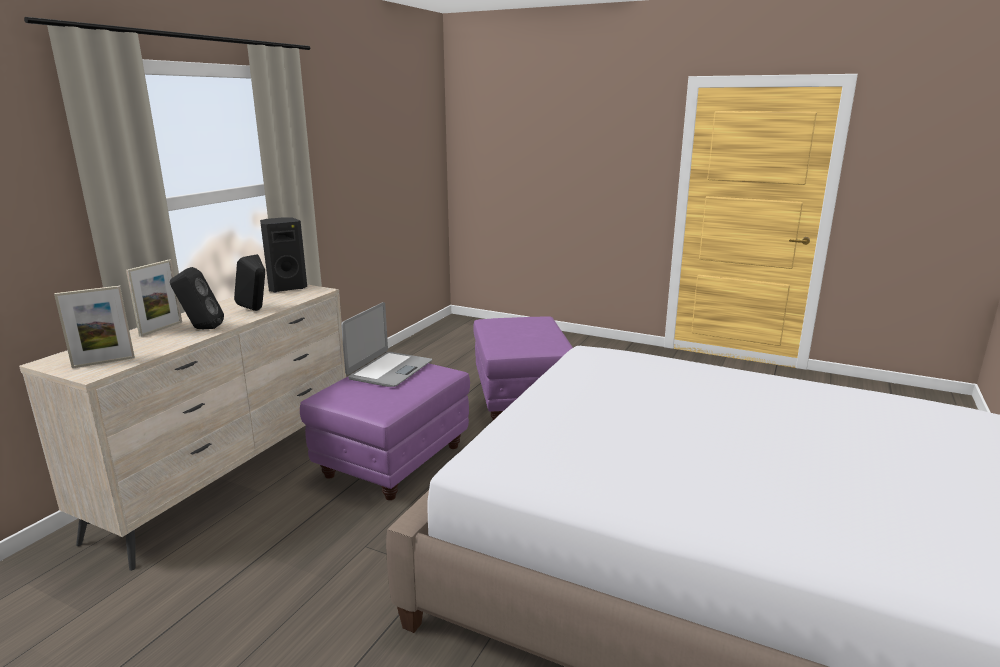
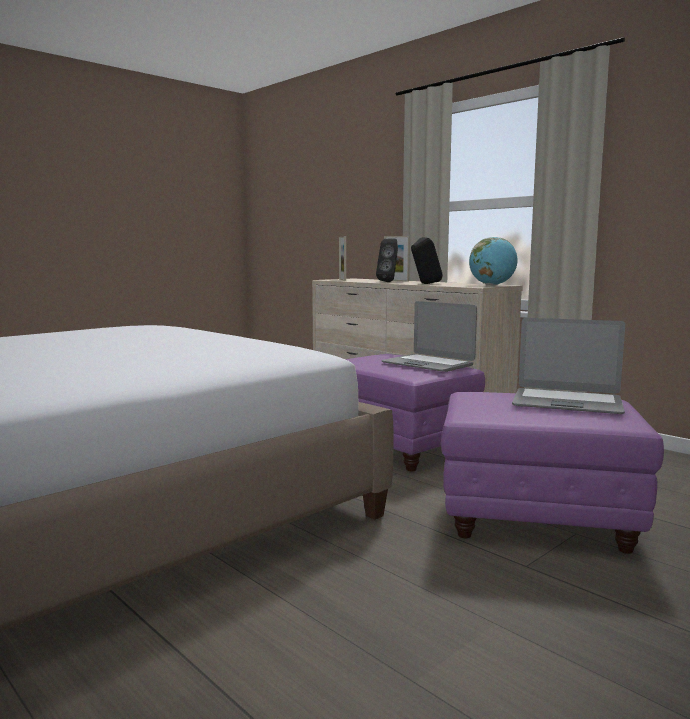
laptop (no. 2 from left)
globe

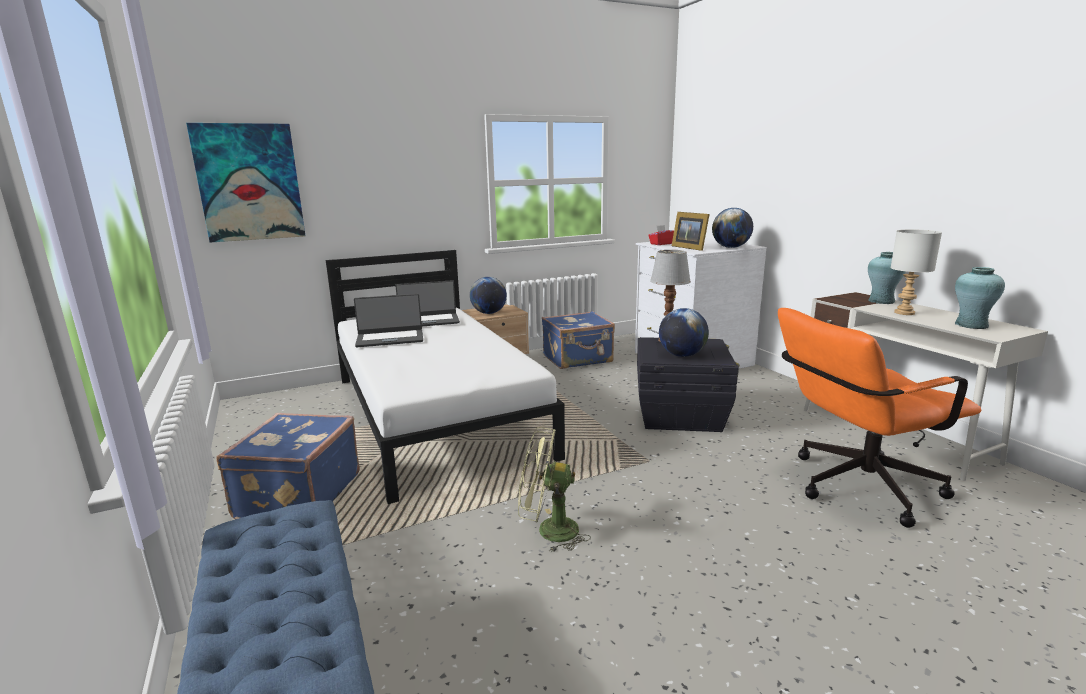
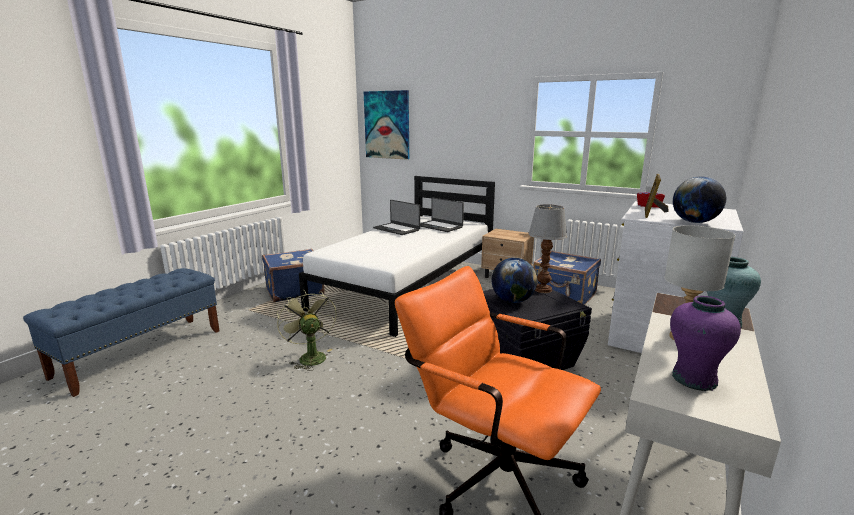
globe (no. 1 from left in the first image)
purple vase

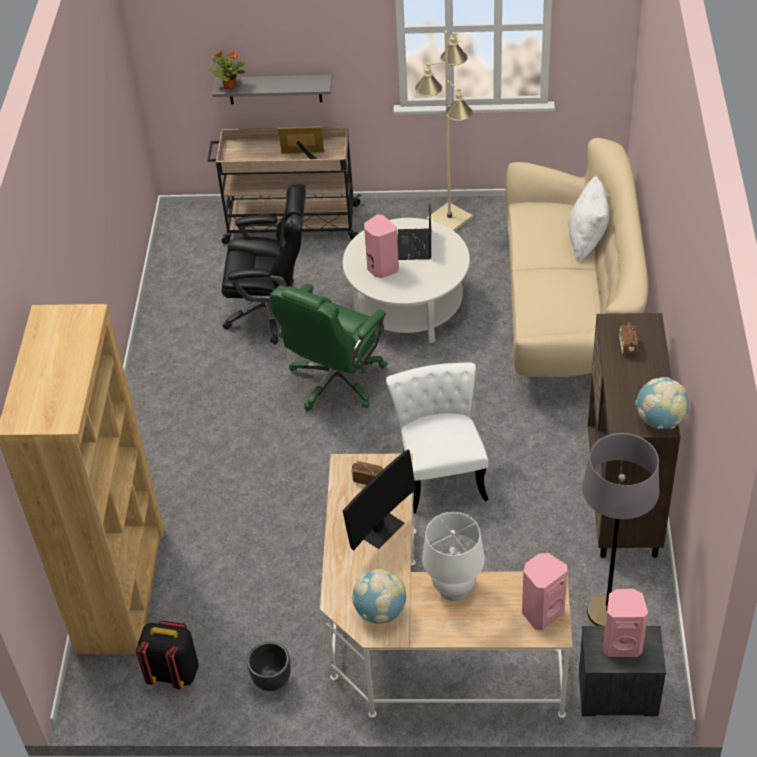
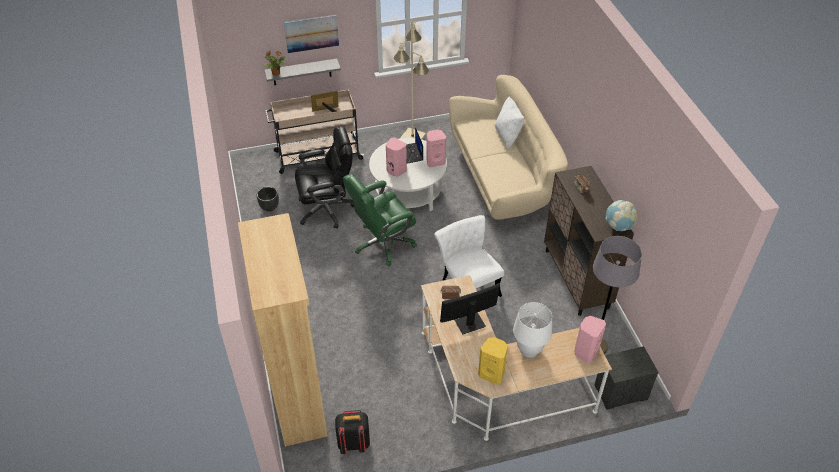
picture
black planter
pink speaker (no. 2 from left)
yellow speaker
green office chair
monitor

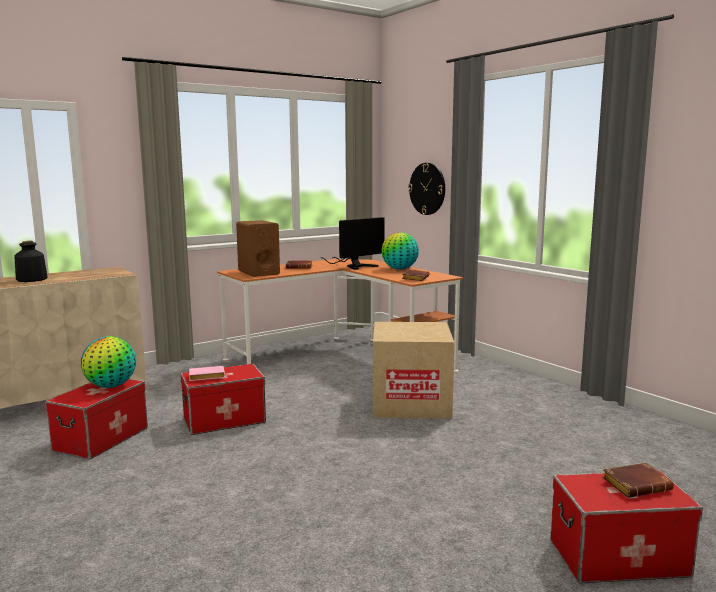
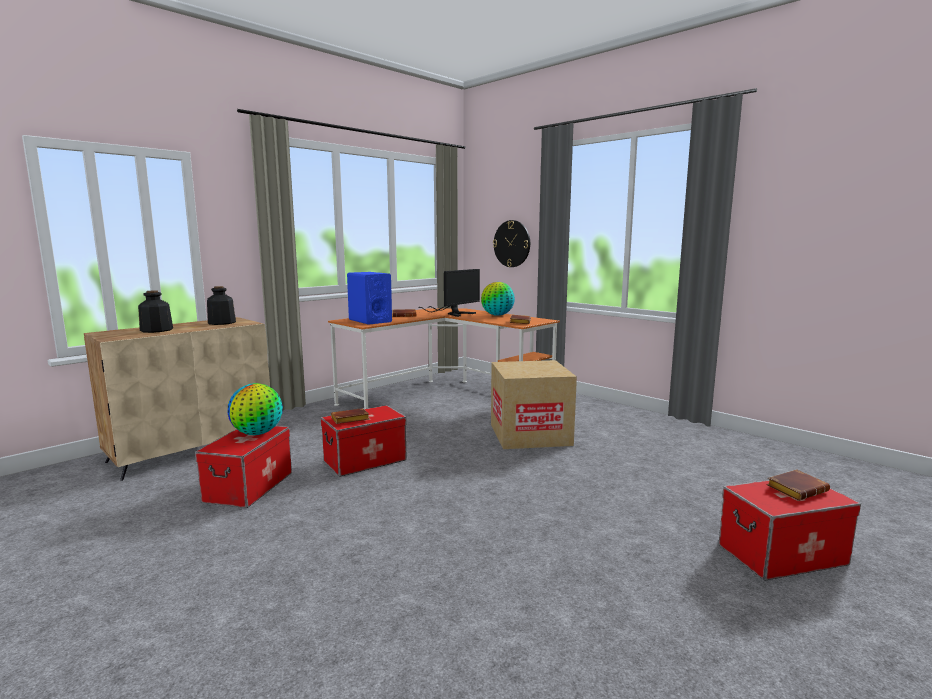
bottle (no. 2 from left)
brown book (no. 1 from left)
blue speaker

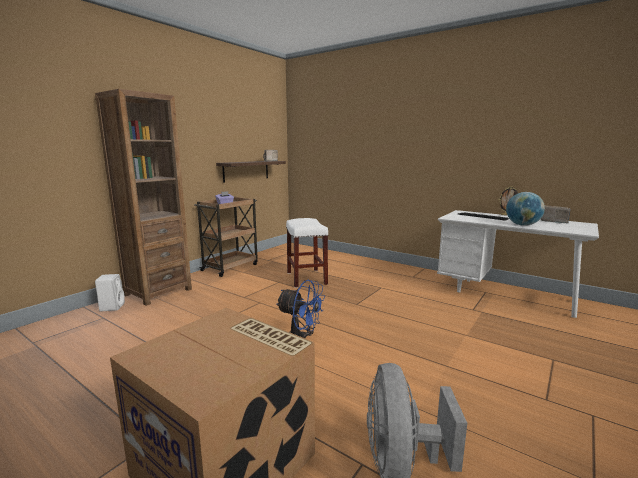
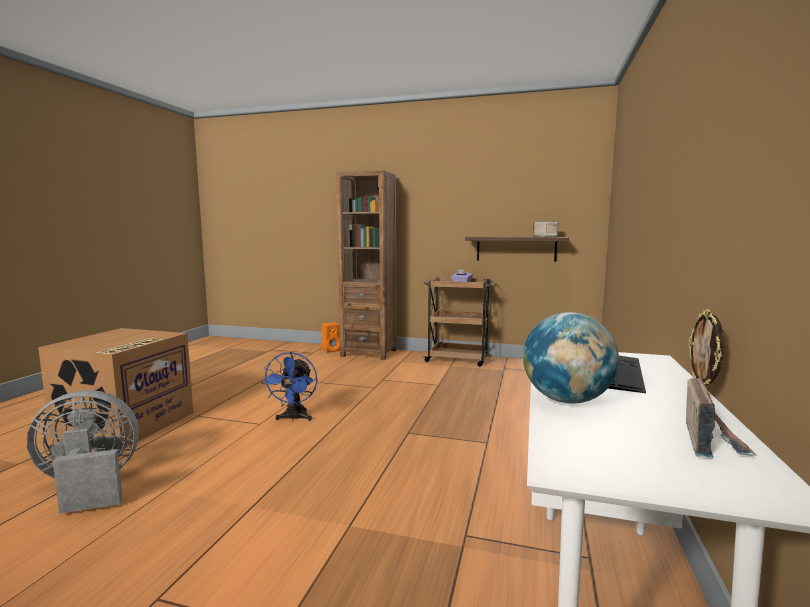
white stool
orange speaker

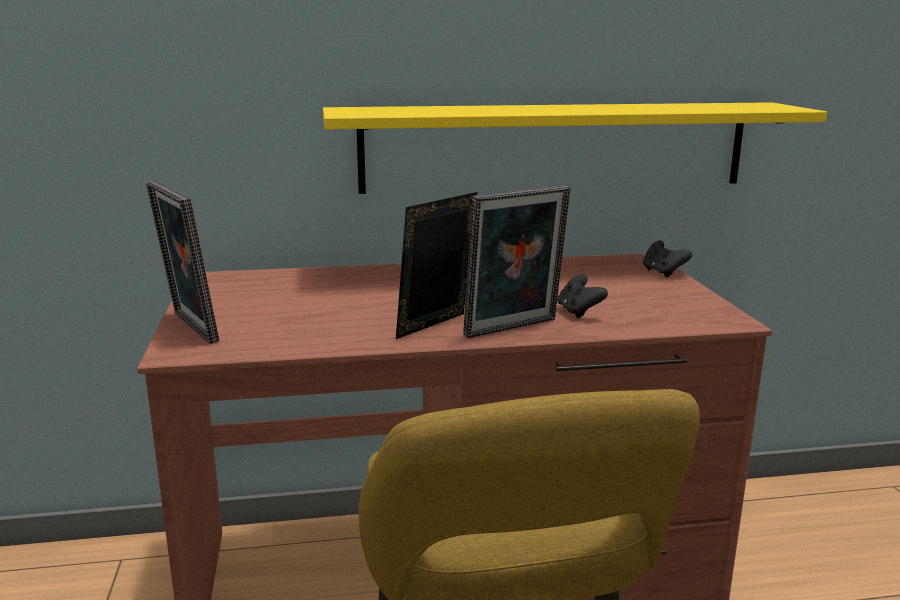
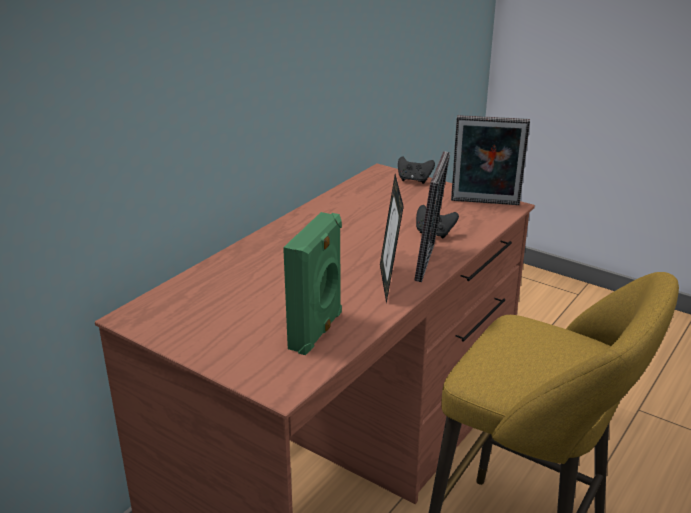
yellow shelf
green speaker
picture frame (no. 3 from left)

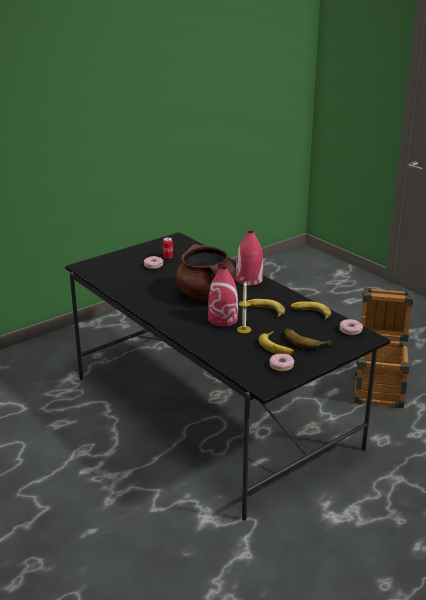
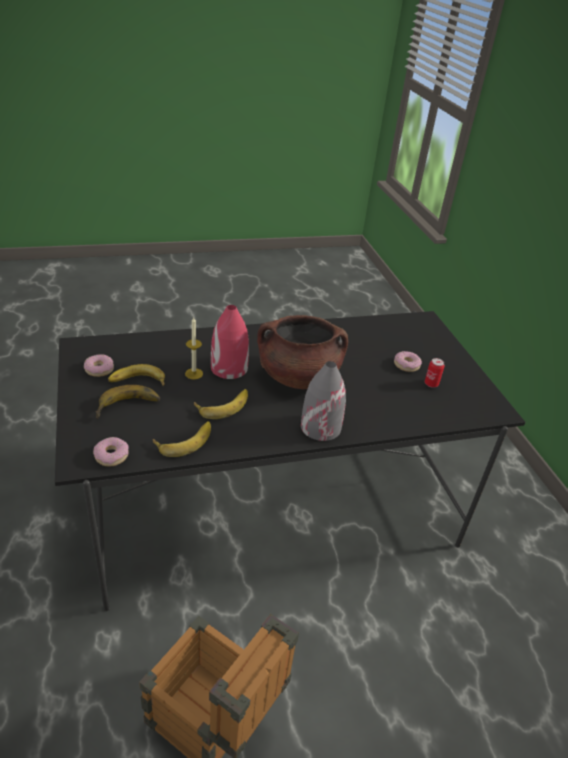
grey vase

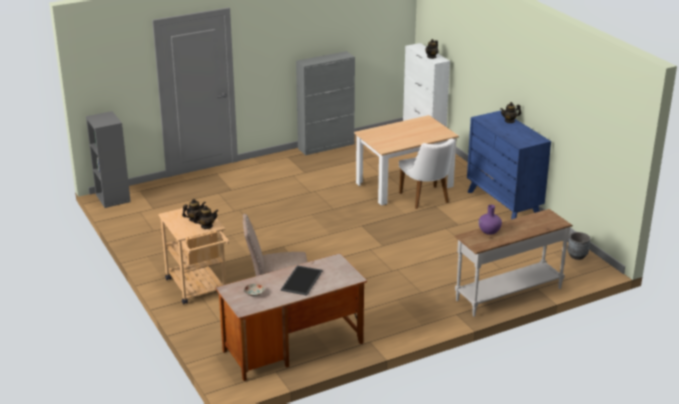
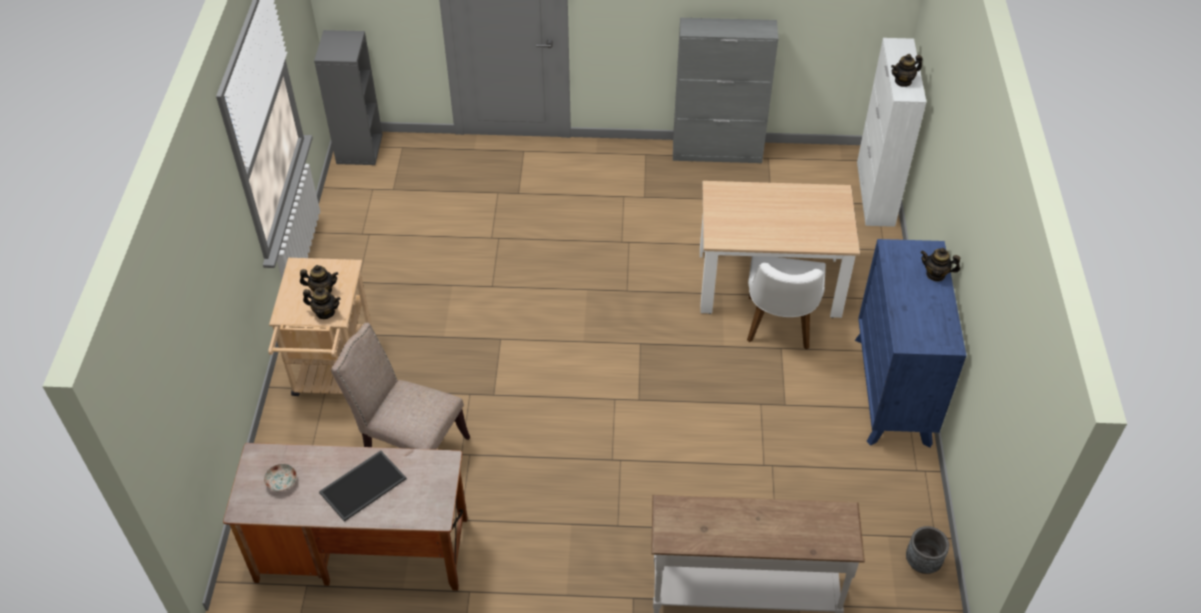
purple vase

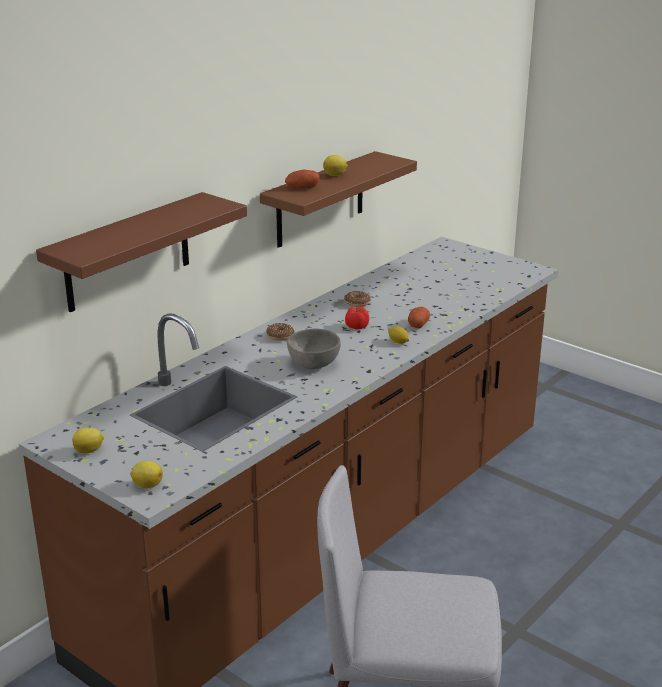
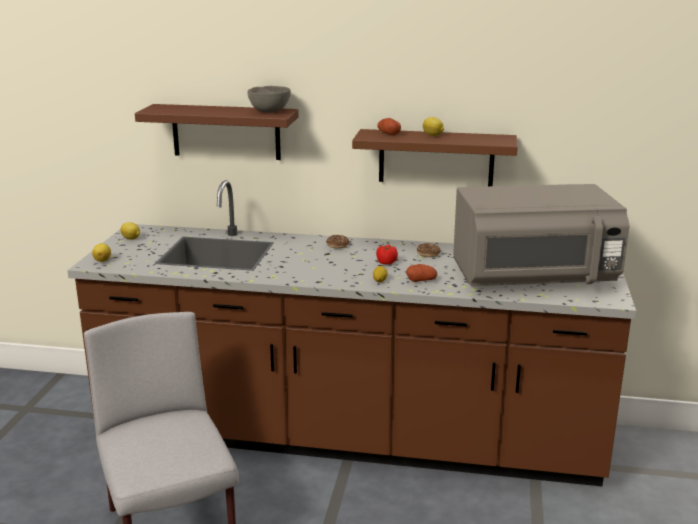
grey microwave
grey bowl

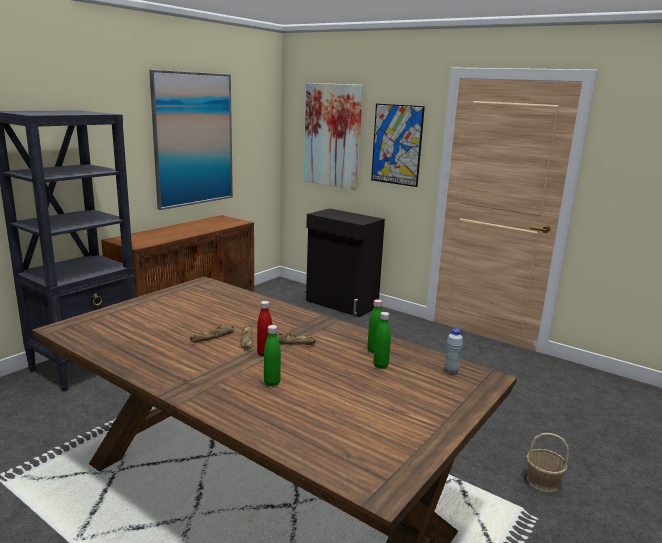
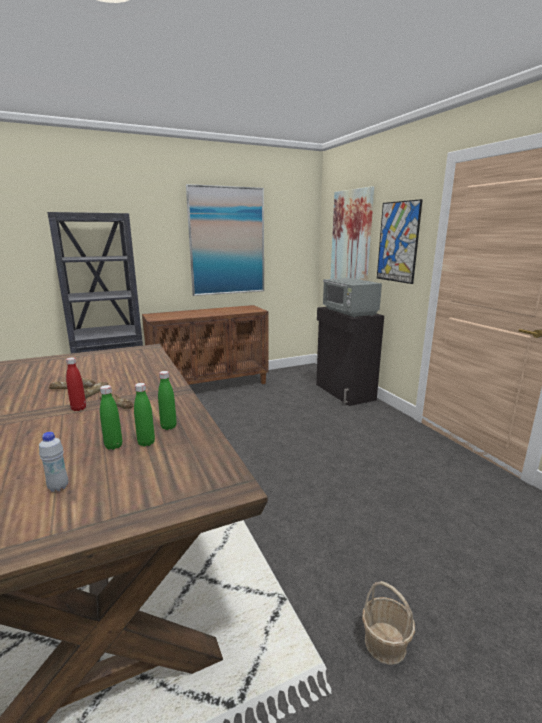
grey microwave
green bottle (no. 1 from left)
white bottle

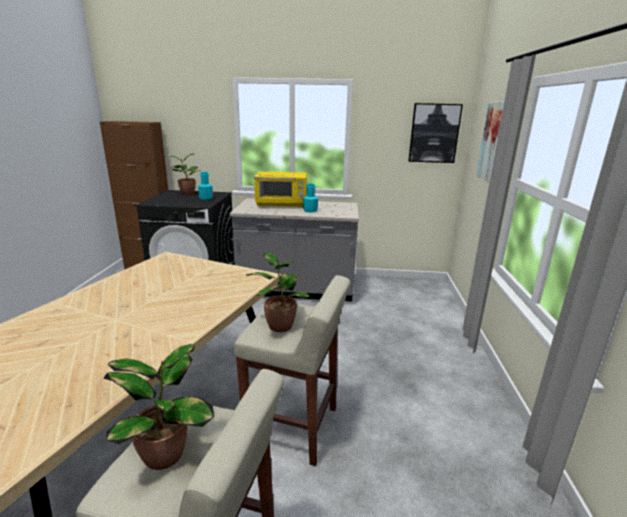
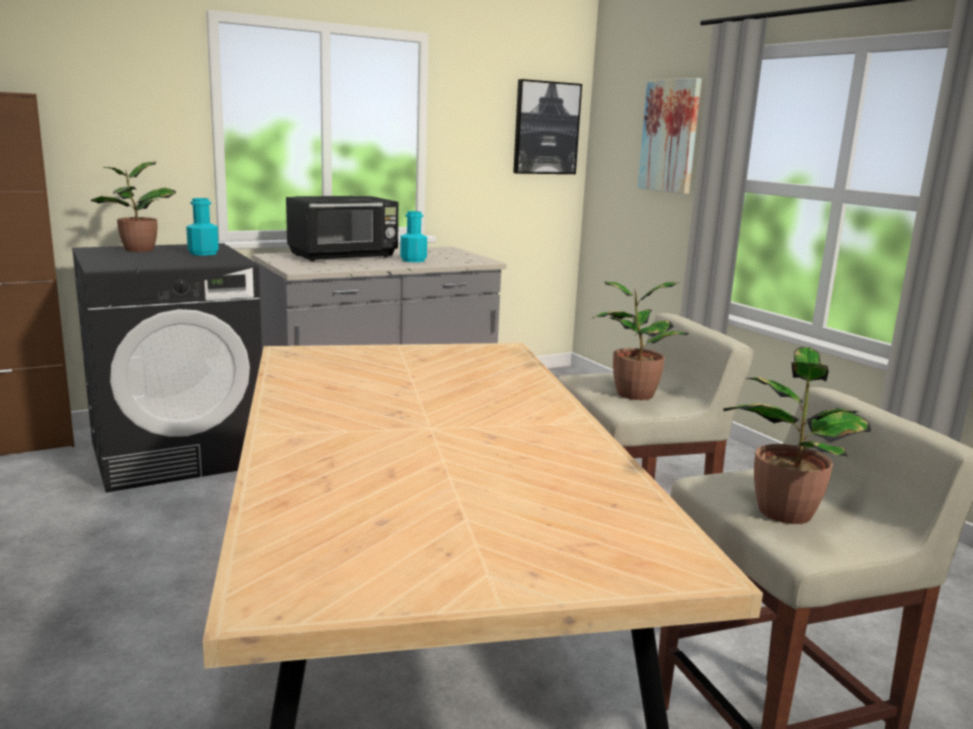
black microwave

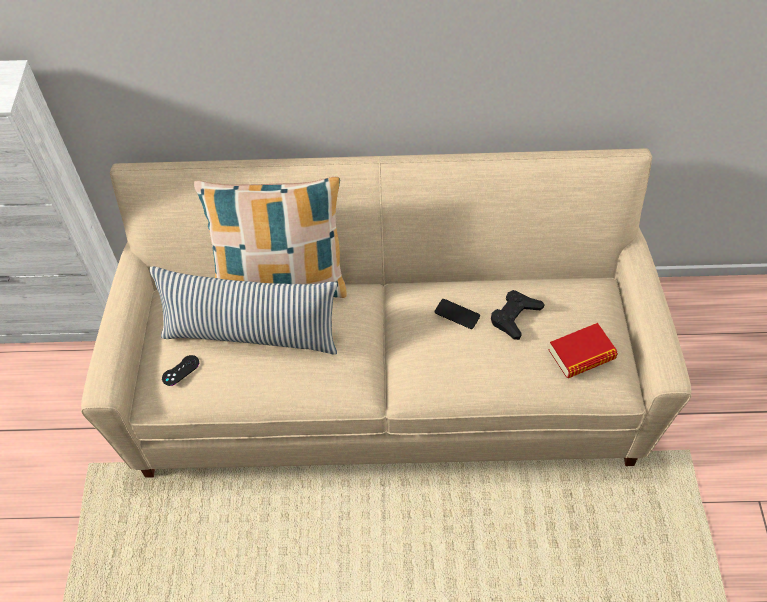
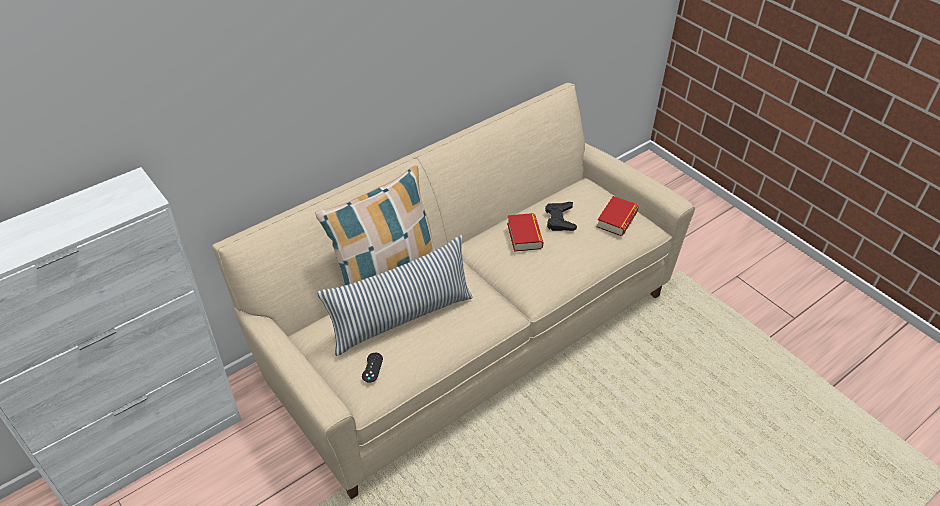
book (no. 1 from left)

